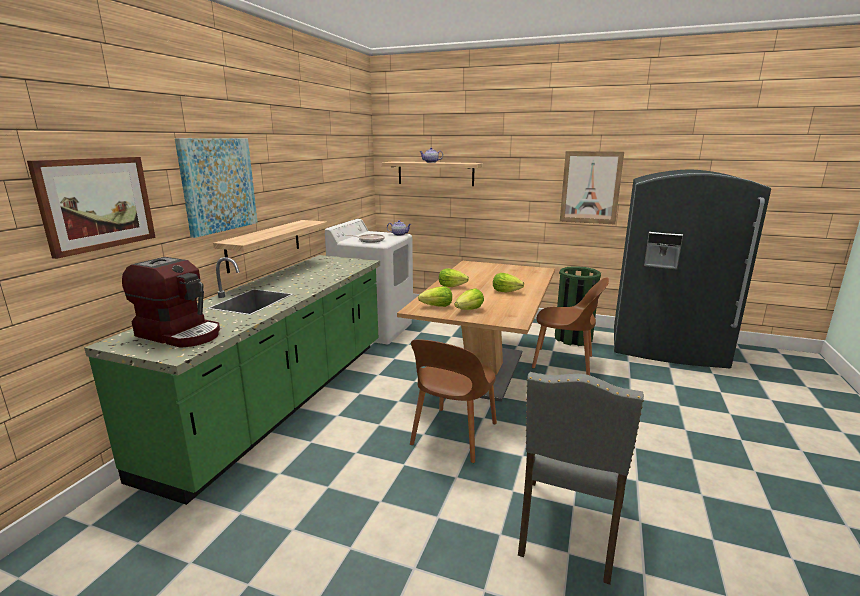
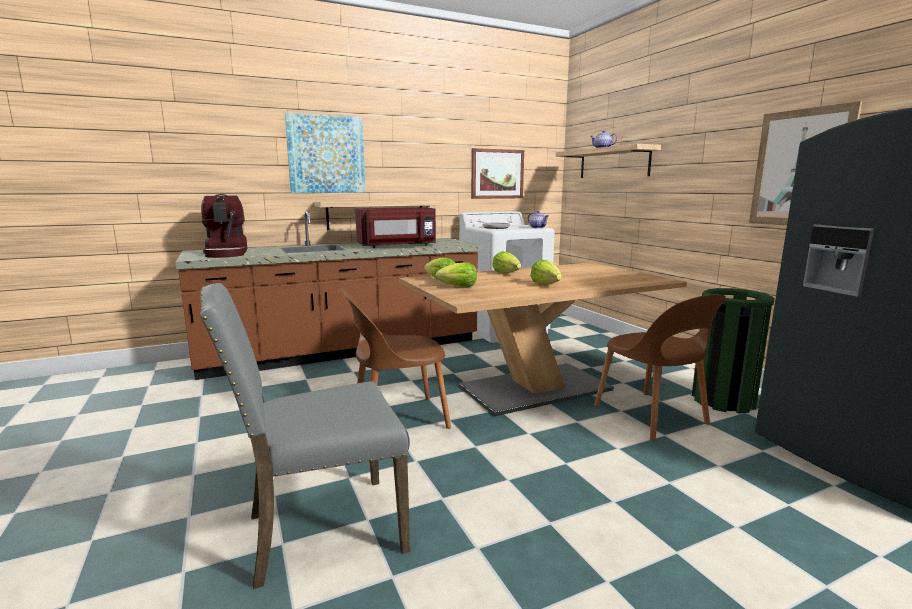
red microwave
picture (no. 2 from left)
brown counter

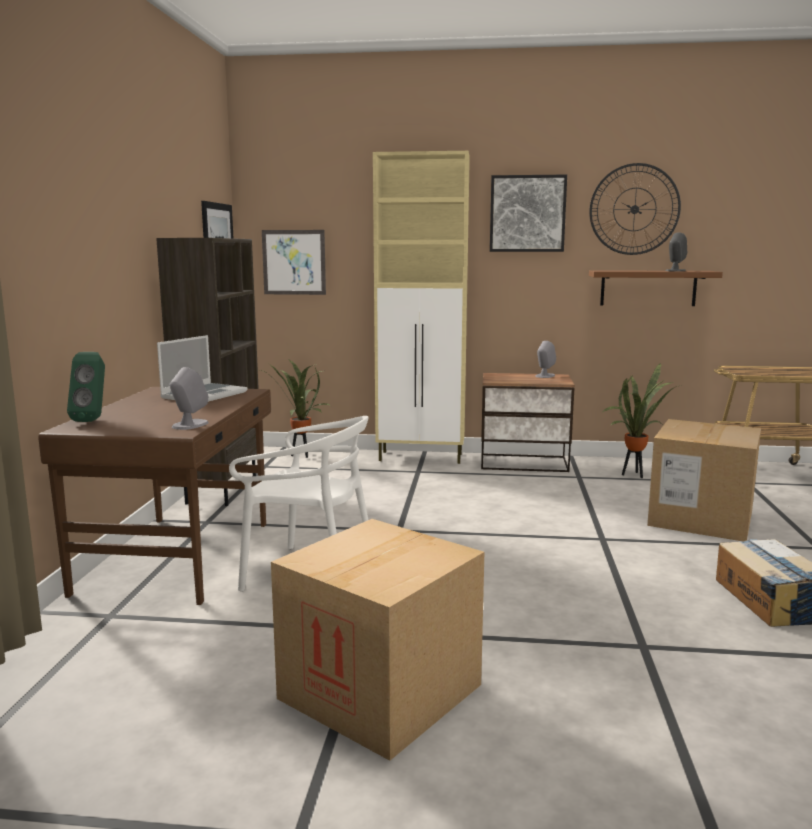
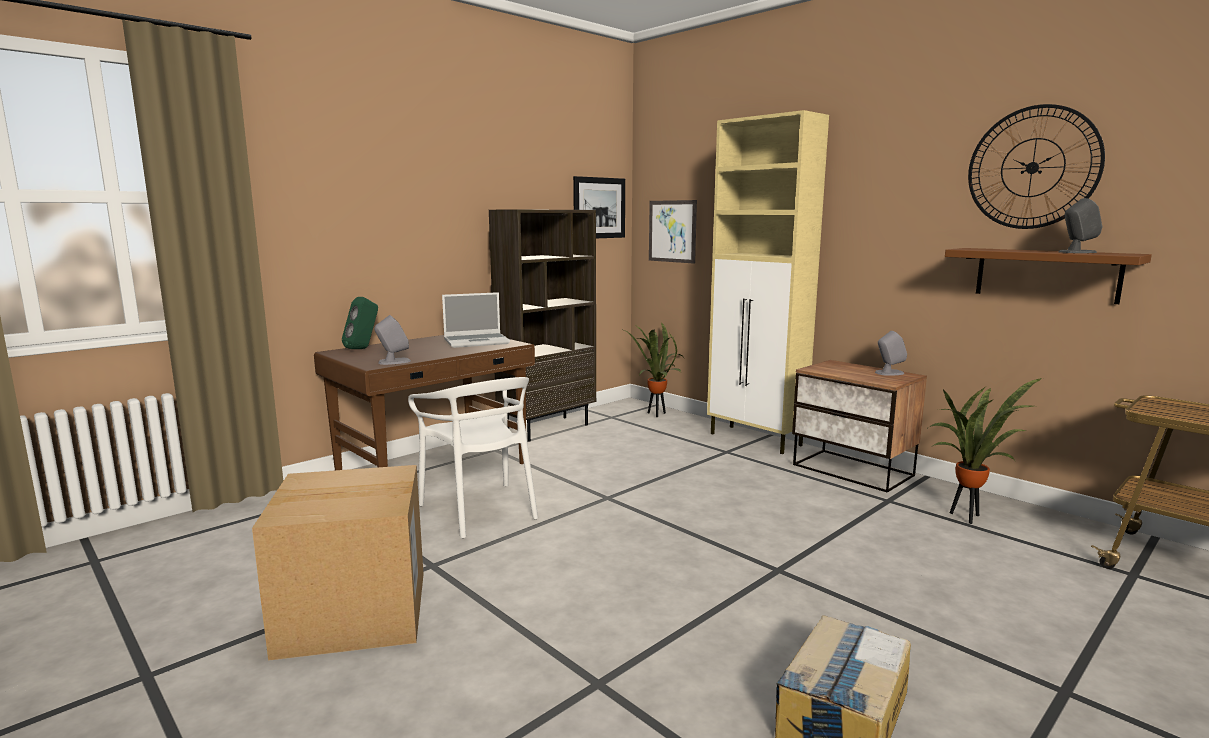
picture (no. 3 from left in the first image)
cardboard box (no. 2 from left in the first image)

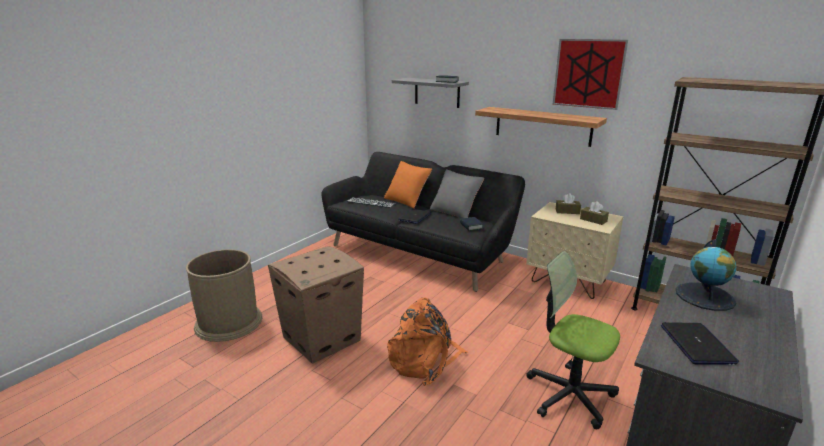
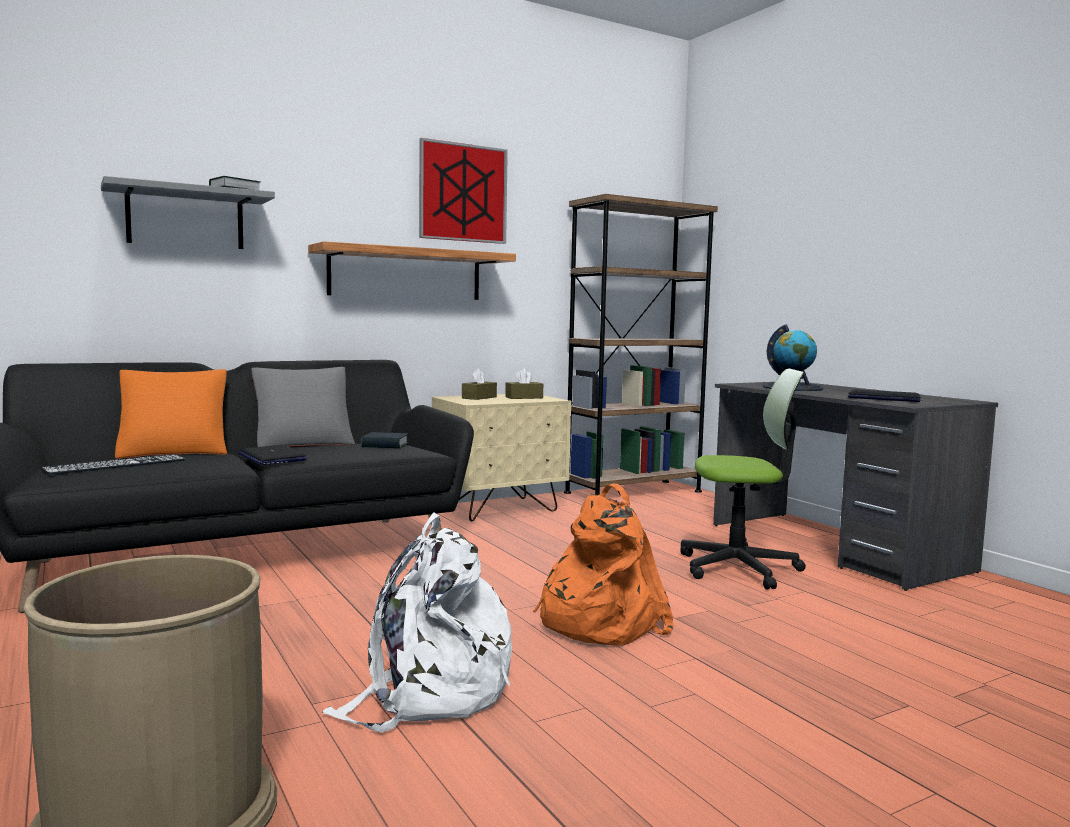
white backpack
office chair

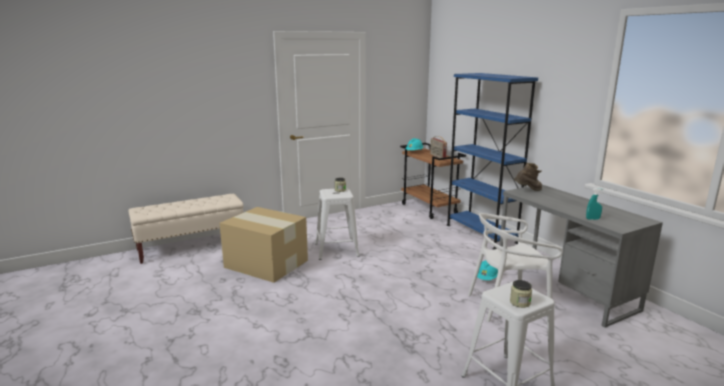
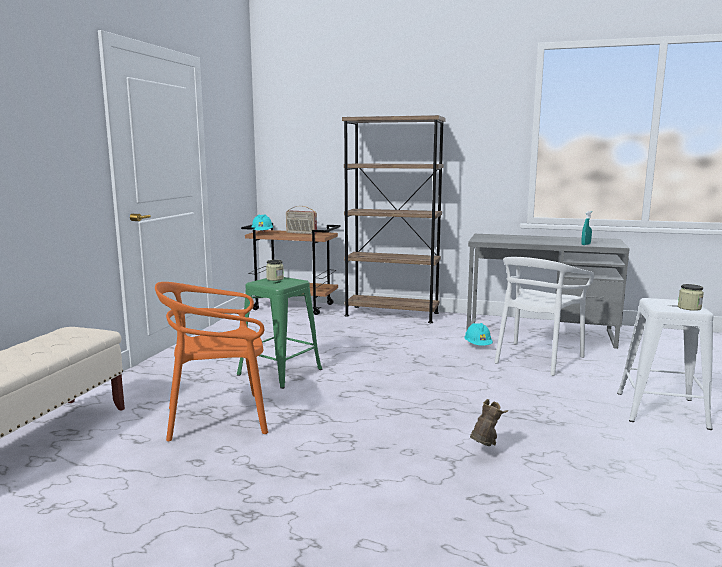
brown boot
orange chair
green stool
brown bookcase

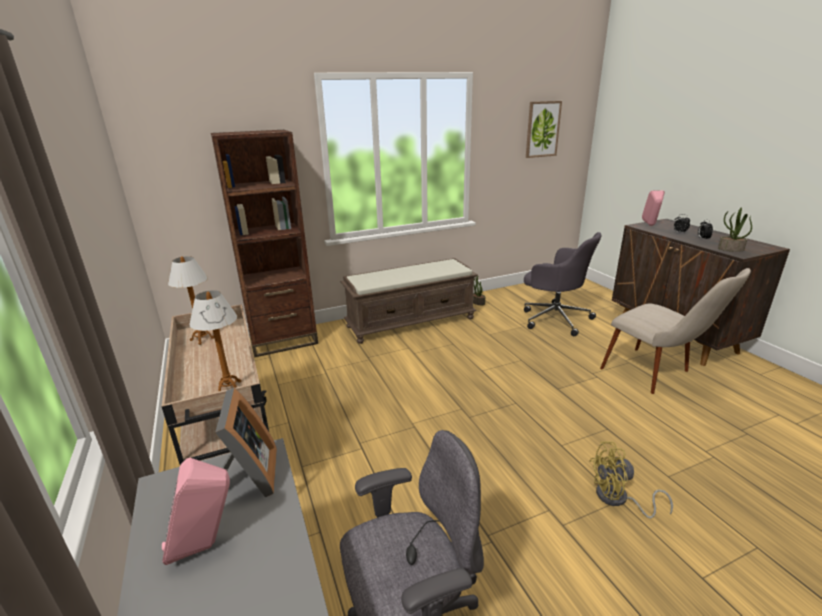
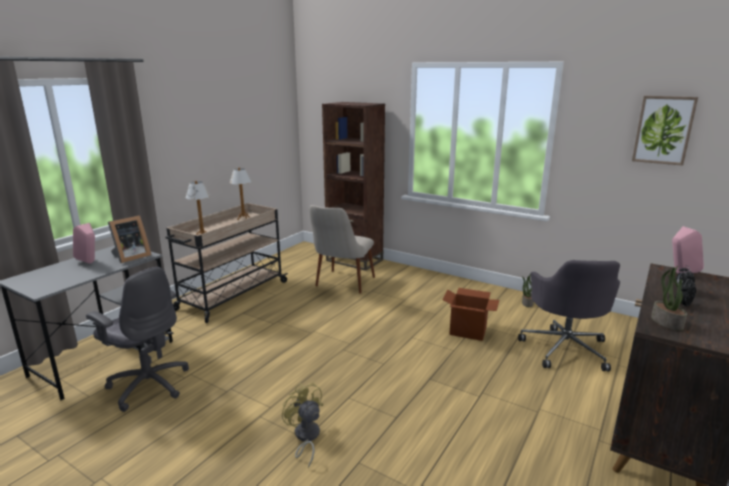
brown bench
cardboard box
beige chair

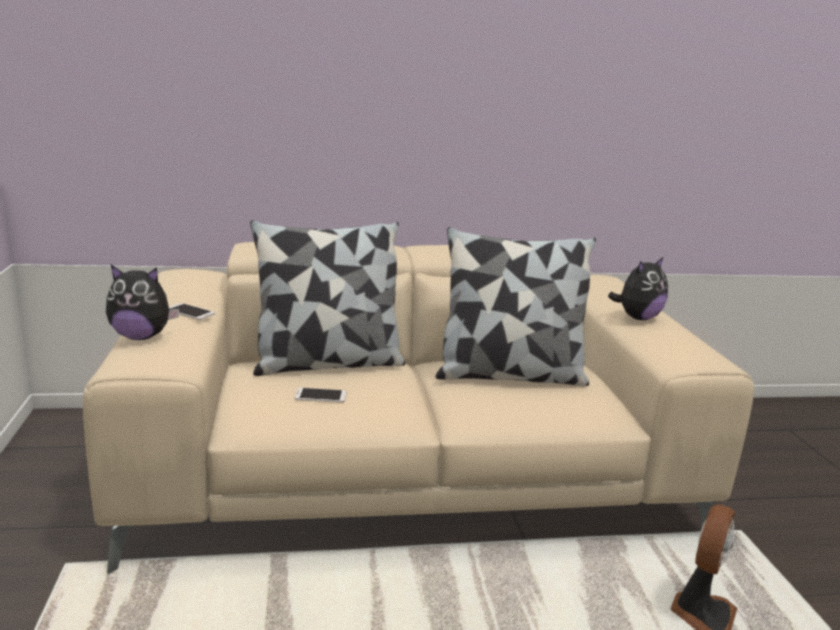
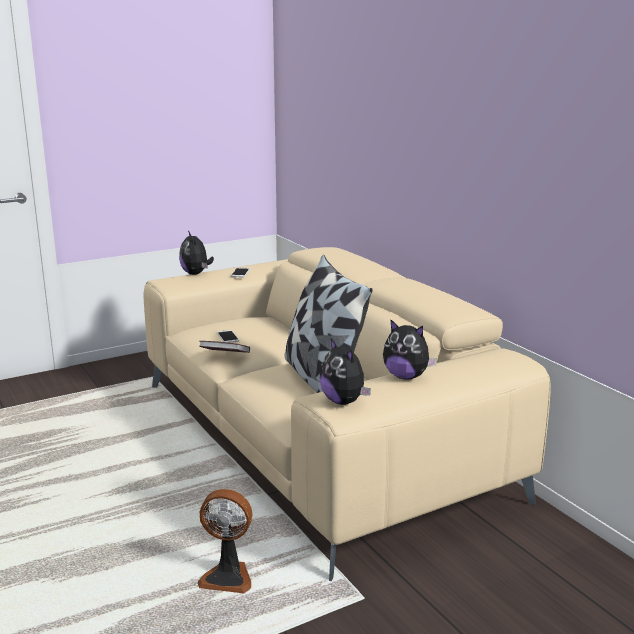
pillow (no. 1 from left in the first image)
book
plush toy (no. 2 from left)

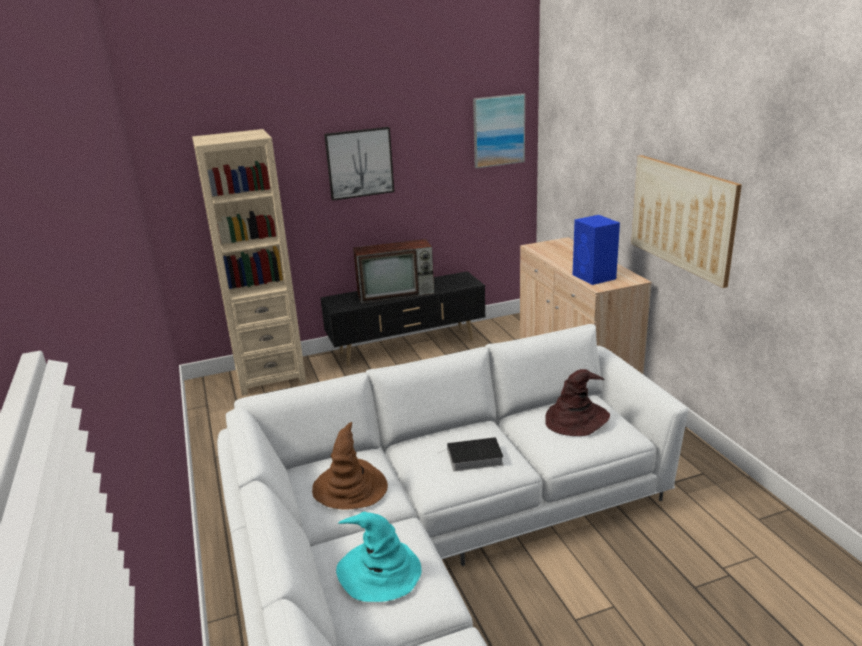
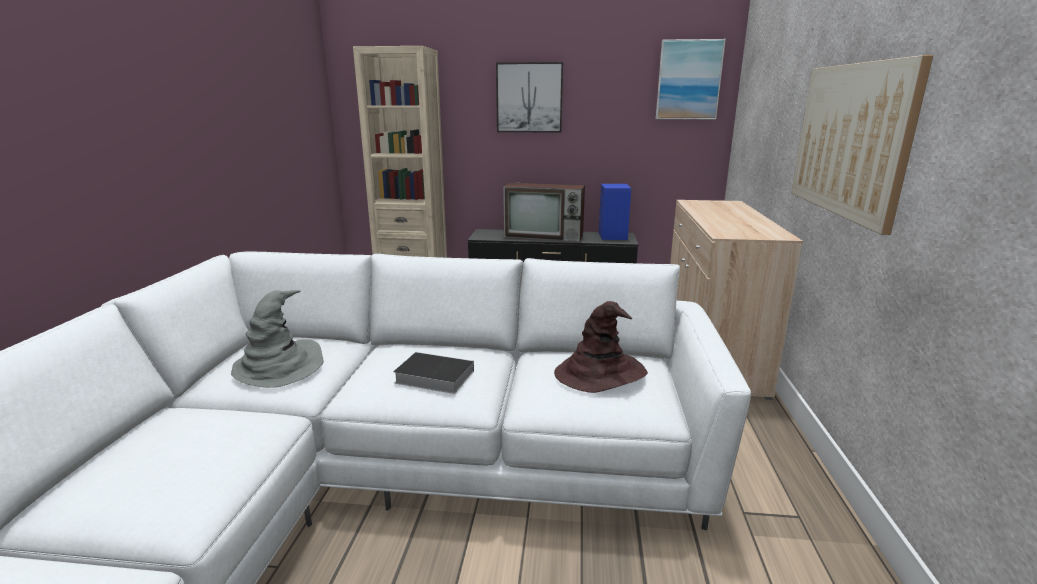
turquoise hat
blue speaker
grey hat

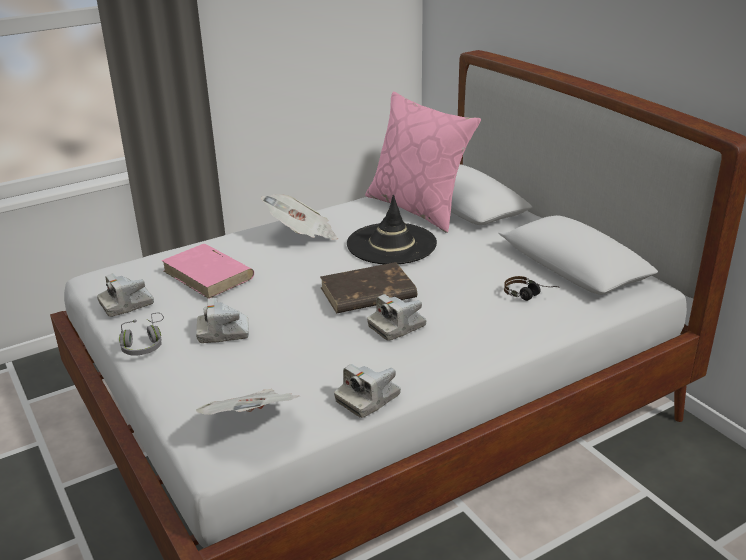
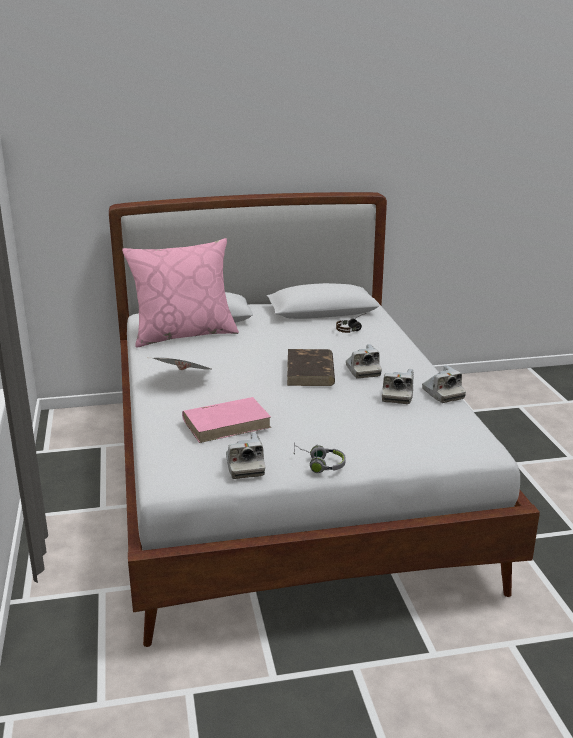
newspaper (no. 1 from left in the first image)
black hat
photo camera (no. 3 from left)

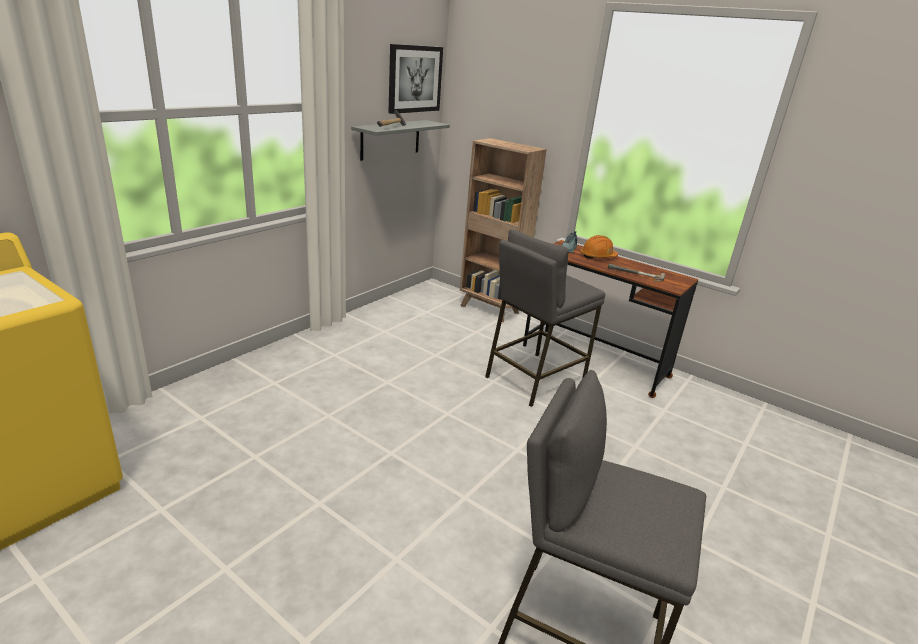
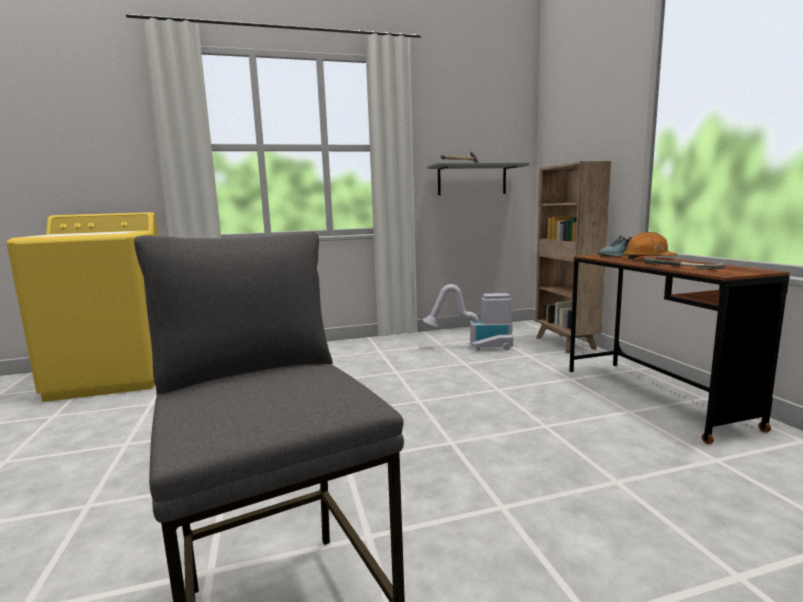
picture
grey stool (no. 1 from left in the first image)
vacuum cleaner

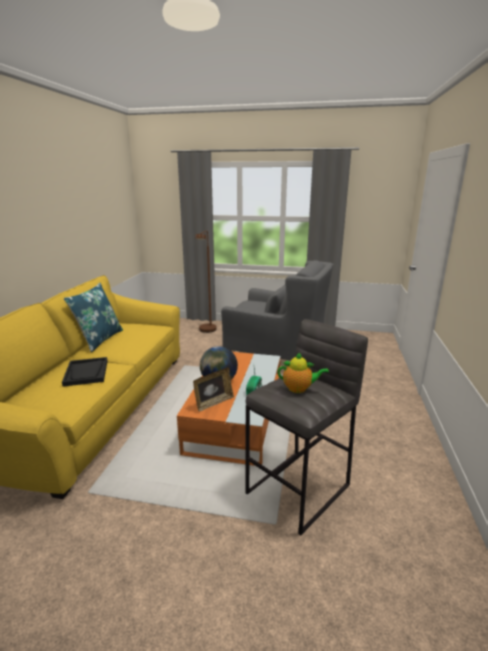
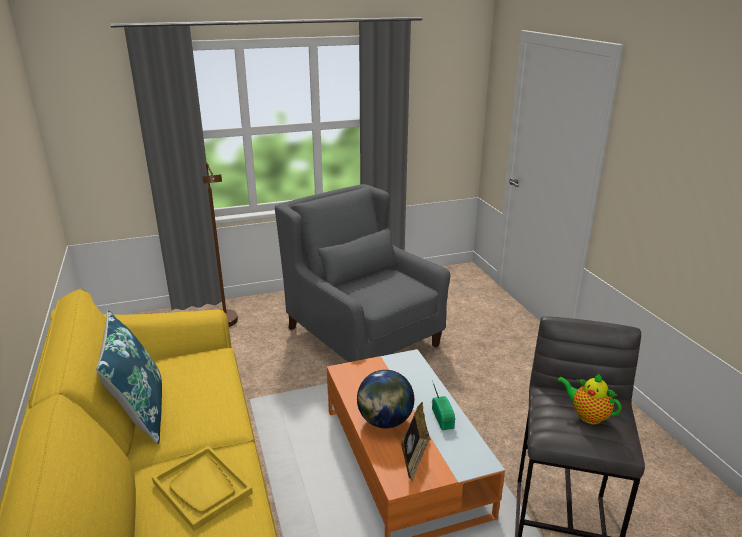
yellow tray
grey armchair
teapot

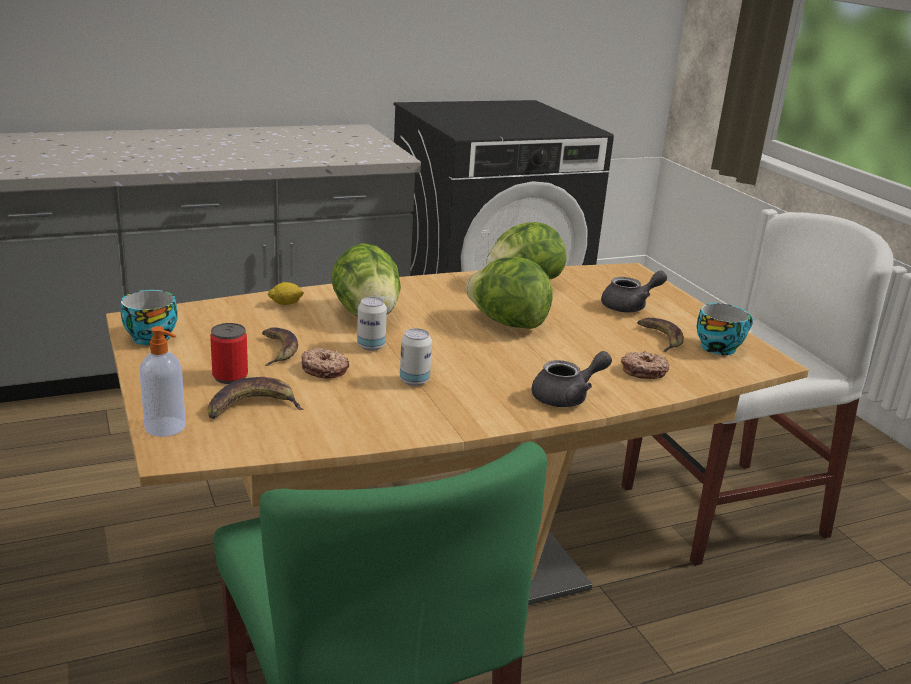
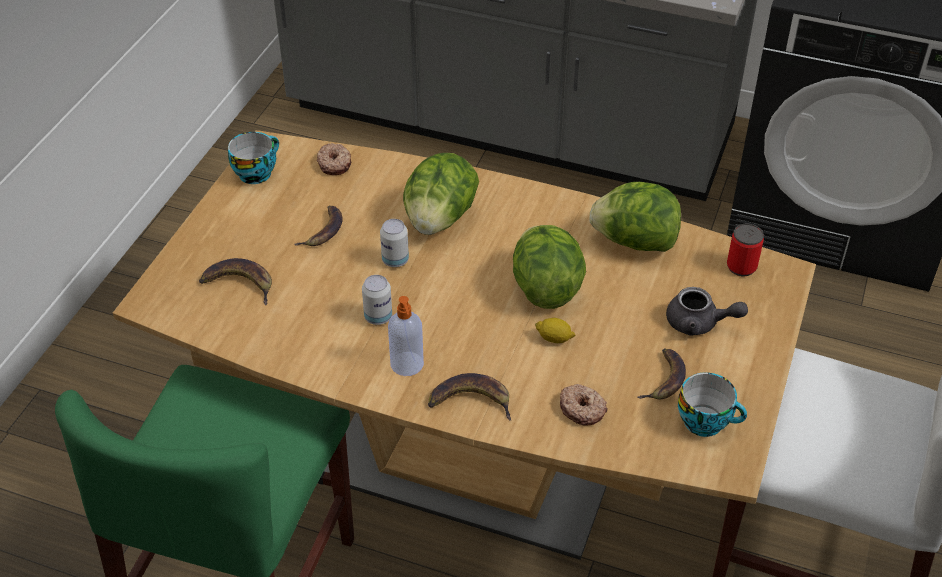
soap dispenser
can (no. 3 from left)
lemon
donut (no. 1 from left)
banana (no. 3 from left)

